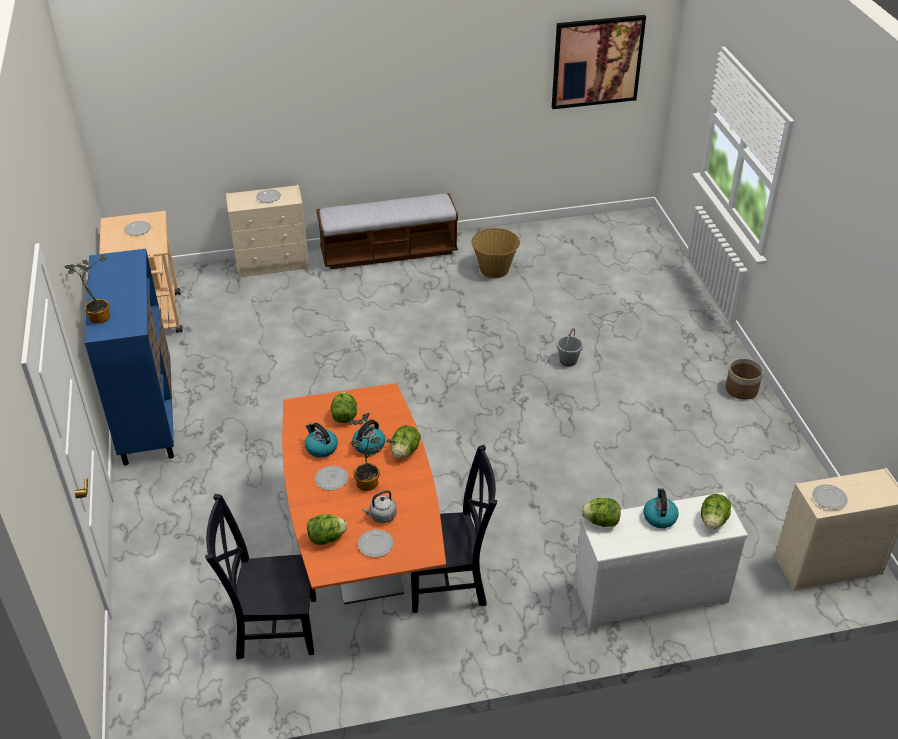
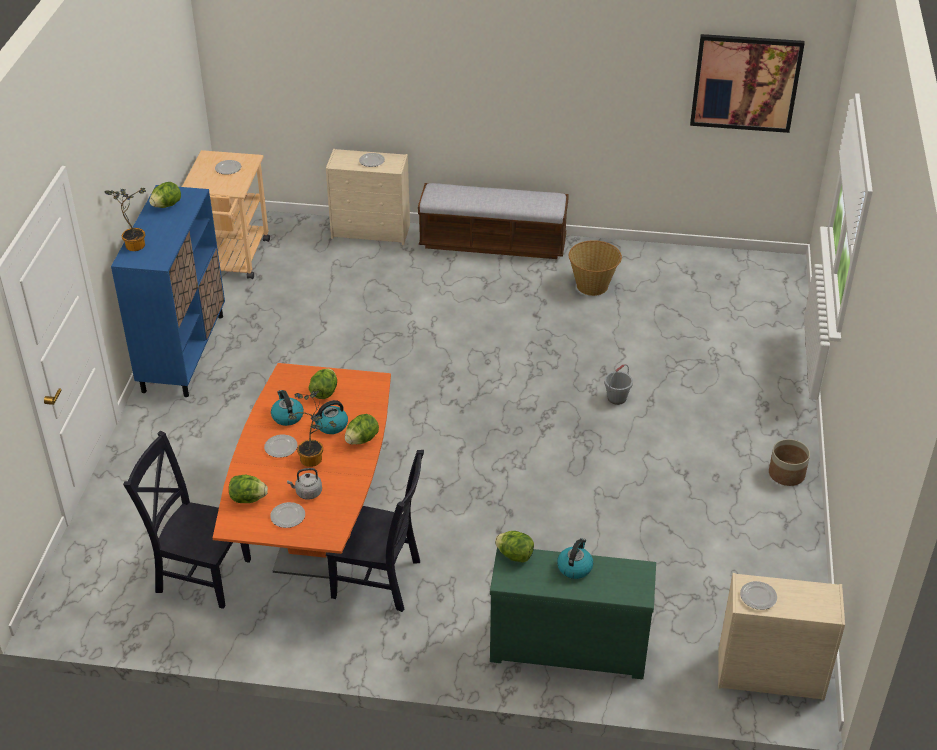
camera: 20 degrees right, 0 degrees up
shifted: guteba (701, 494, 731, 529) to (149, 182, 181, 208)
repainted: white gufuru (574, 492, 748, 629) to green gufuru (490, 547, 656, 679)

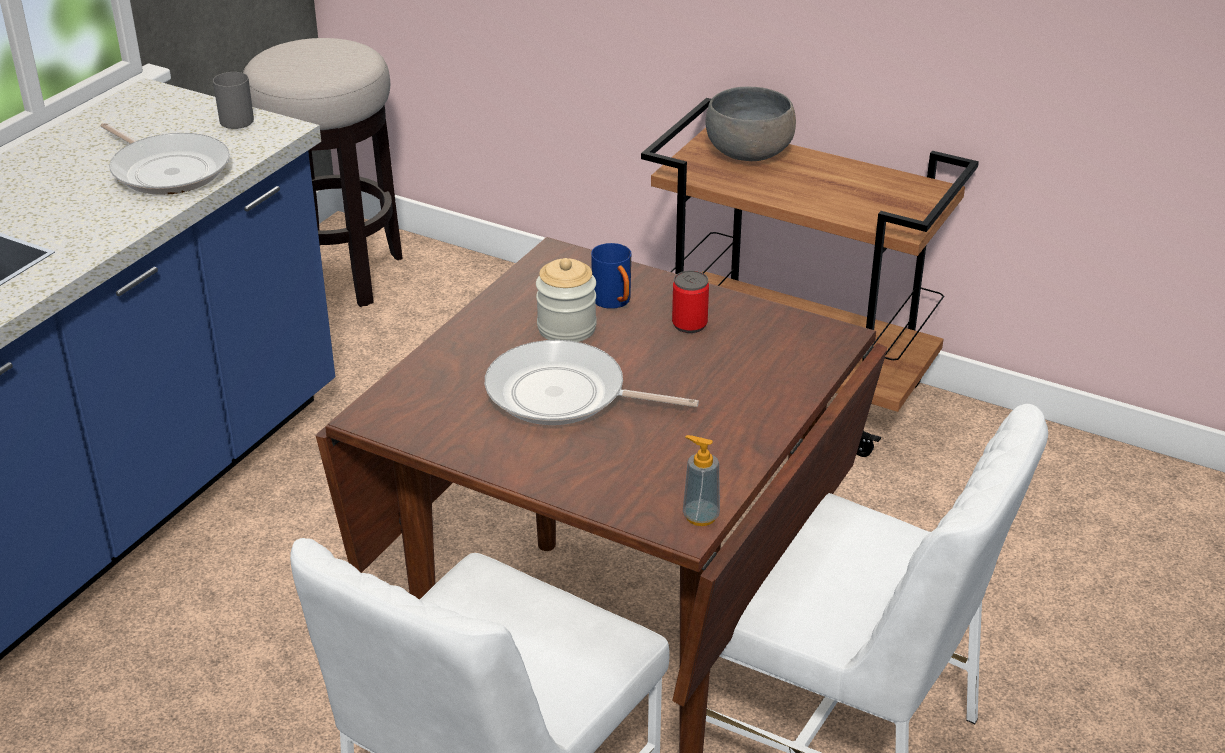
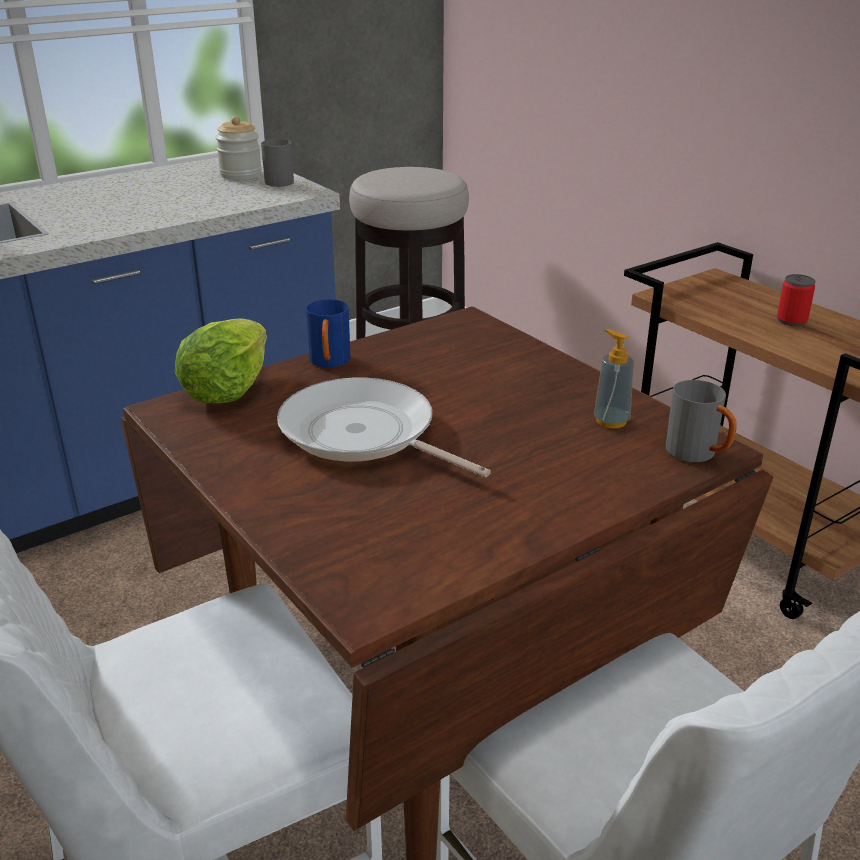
camera: 25 degrees right, 5 degrees down
gone: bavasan (100, 123, 230, 195); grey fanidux (705, 87, 796, 161)
new: guteba (175, 318, 267, 403); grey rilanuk (666, 380, 737, 462)
shifted: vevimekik (536, 258, 597, 342) to (215, 116, 262, 180); blue rilanuk (591, 243, 631, 309) to (306, 299, 350, 368); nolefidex (683, 435, 720, 526) to (594, 329, 634, 429); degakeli (672, 270, 709, 333) to (777, 274, 815, 326)

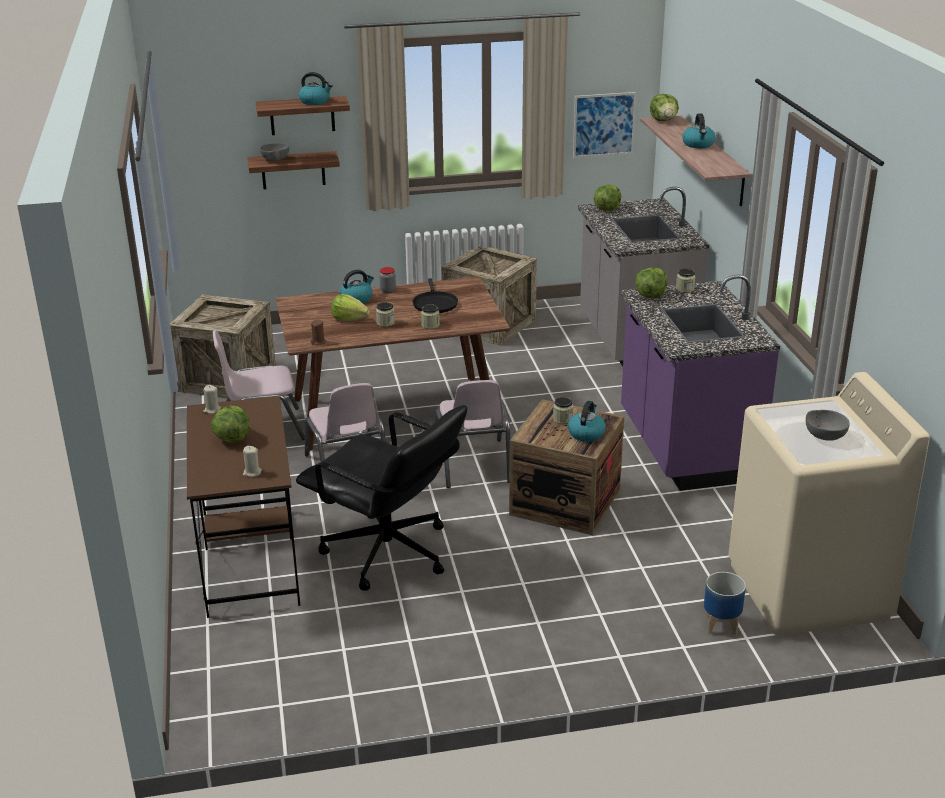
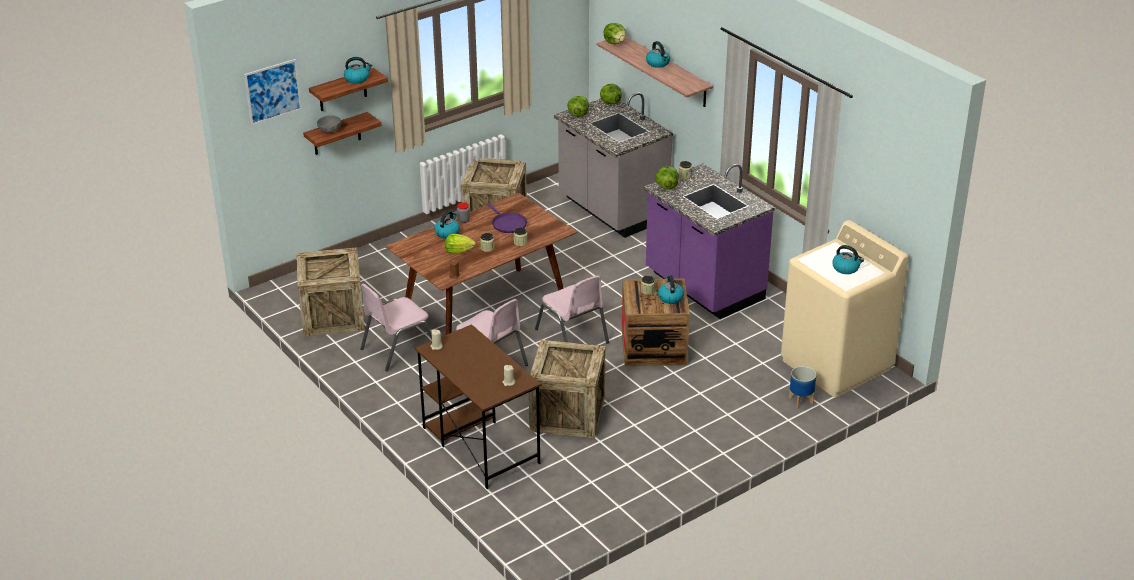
camera: 25 degrees left, 5 degrees up
shifted: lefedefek (573, 92, 637, 158) to (244, 59, 302, 125); guteba (211, 406, 249, 443) to (600, 84, 622, 104)
swapped: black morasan (296, 405, 467, 591) to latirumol (529, 340, 605, 439); grey fanidux (806, 410, 850, 441) to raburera (832, 245, 864, 274)
repainted: black bavasan (413, 278, 458, 313) to purple bavasan (487, 203, 527, 233)

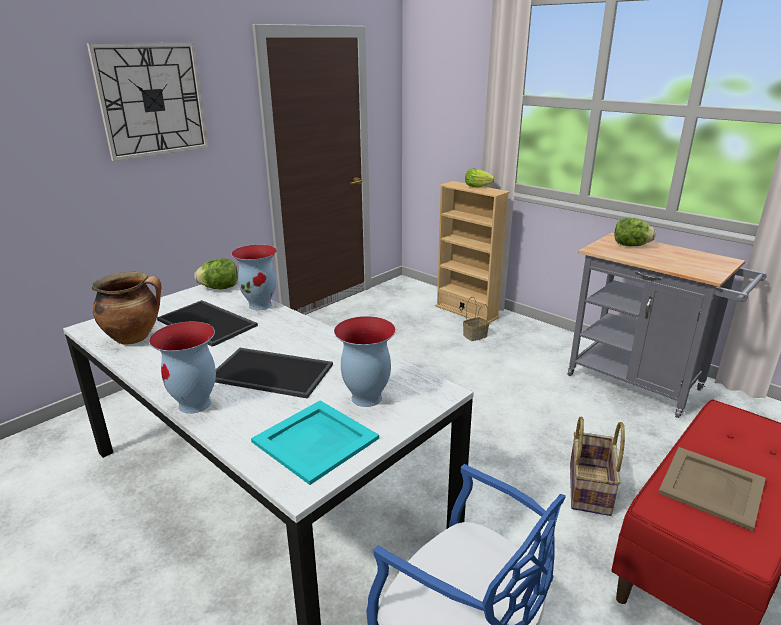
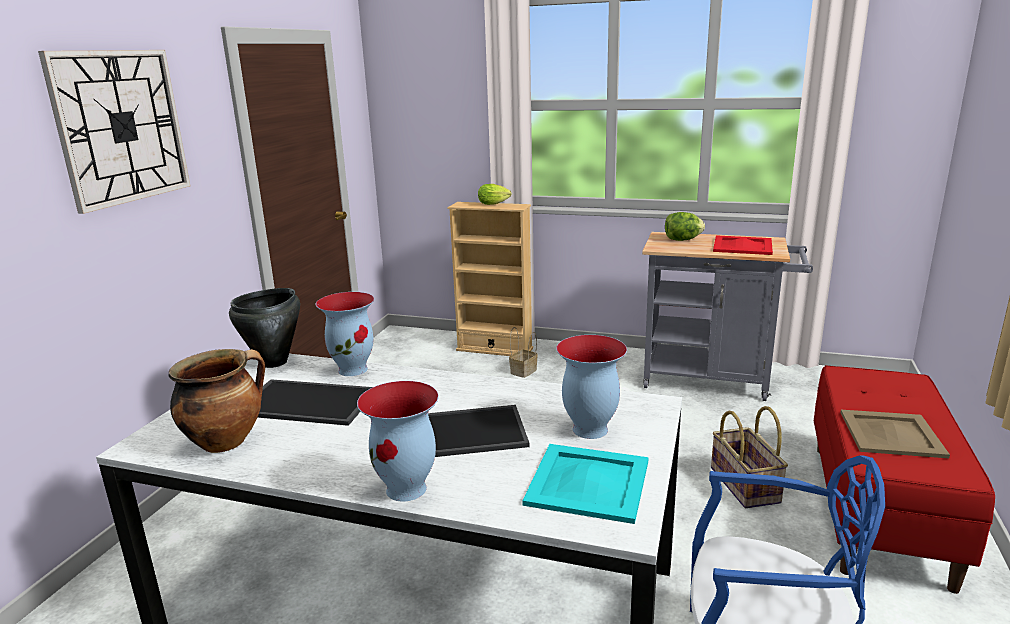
camera: 25 degrees left, 5 degrees down
new: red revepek (713, 235, 773, 255)
swapped: guteba (194, 258, 238, 289) to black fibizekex (229, 288, 300, 368)

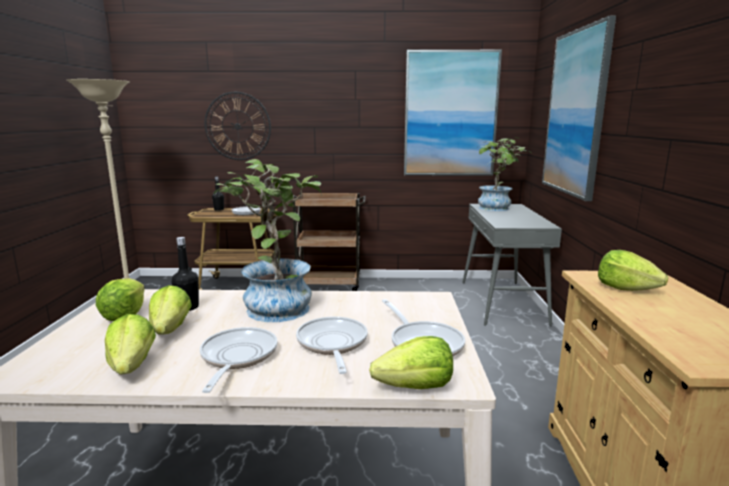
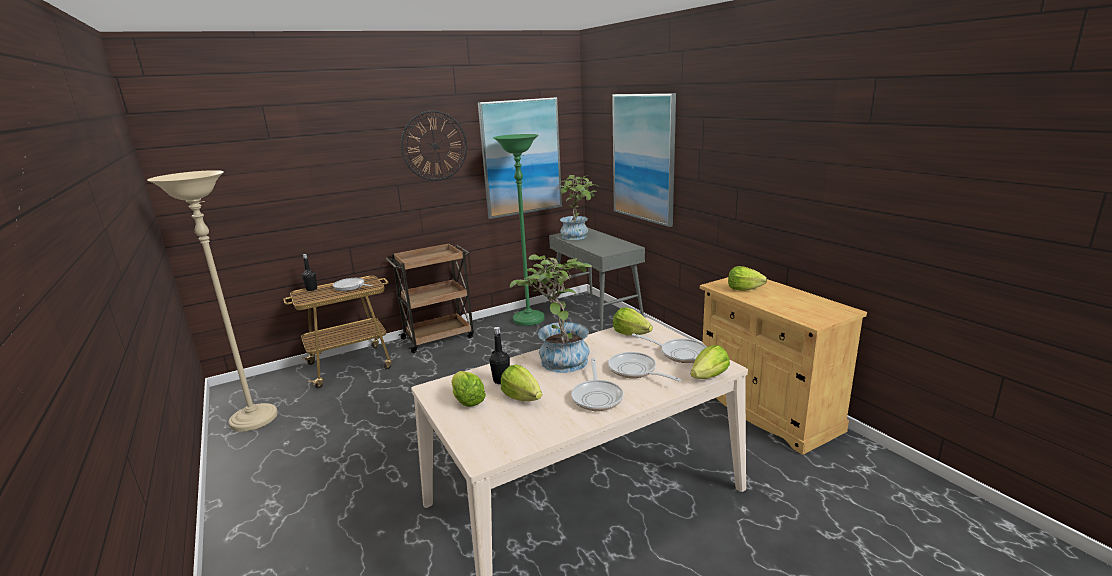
camera: 30 degrees left, 5 degrees up
new: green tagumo (493, 134, 545, 326)
shifted: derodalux (204, 92, 271, 160) to (401, 111, 467, 181); guteba (105, 314, 156, 374) to (613, 307, 653, 336)
rotated: bavasan (200, 327, 278, 393) = (571, 358, 623, 411) 150 degrees counterclockwise

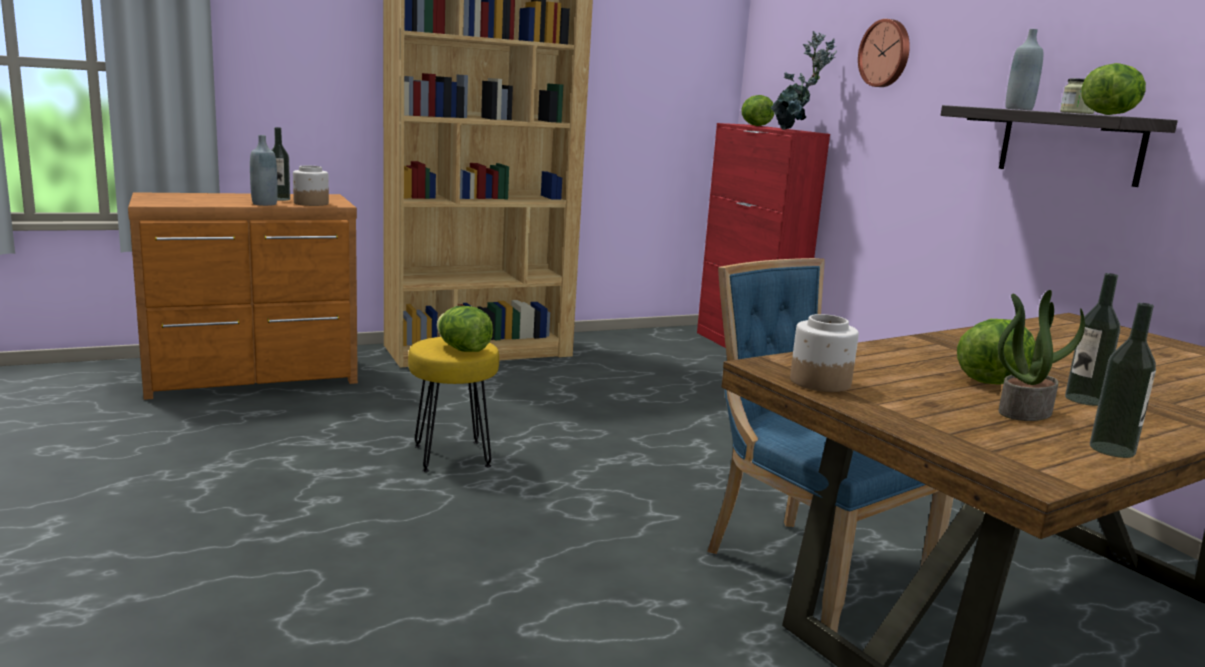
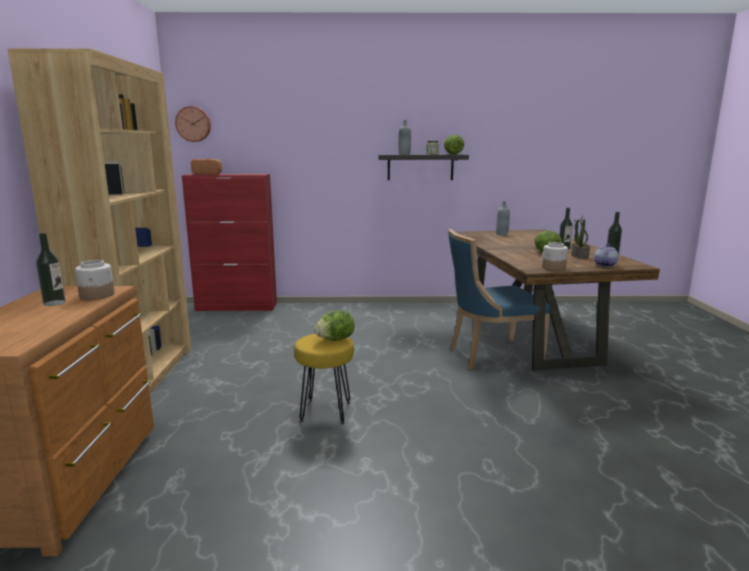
camera: 65 degrees left, 0 degrees up
gone: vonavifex (770, 31, 837, 130)
new: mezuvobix (594, 244, 619, 267)
shifted: derodalux (858, 19, 910, 87) to (175, 106, 211, 142); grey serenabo (250, 135, 278, 206) to (496, 201, 510, 235)
swapped: guteba (741, 95, 775, 126) to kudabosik (191, 159, 222, 175)

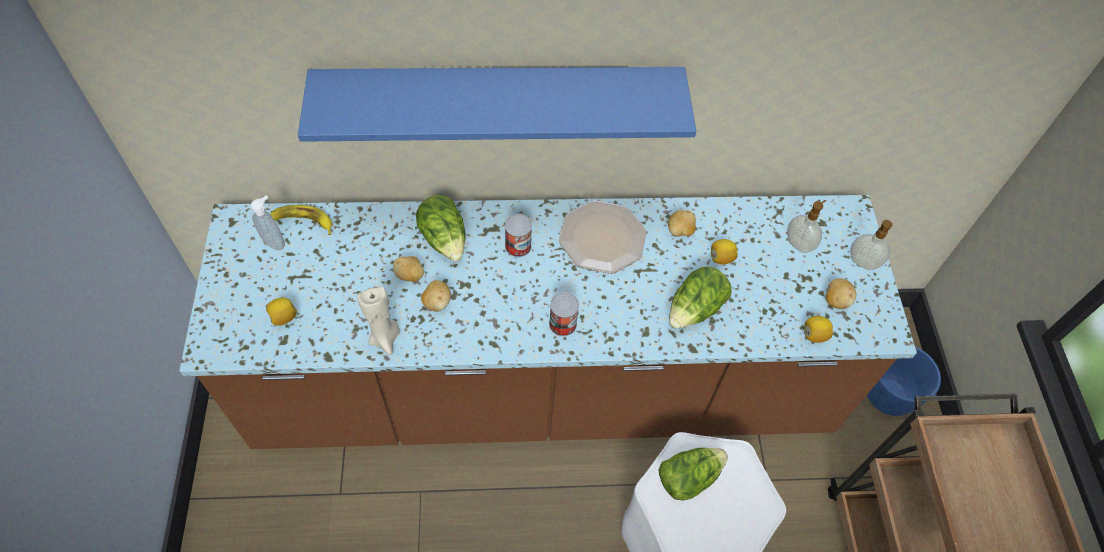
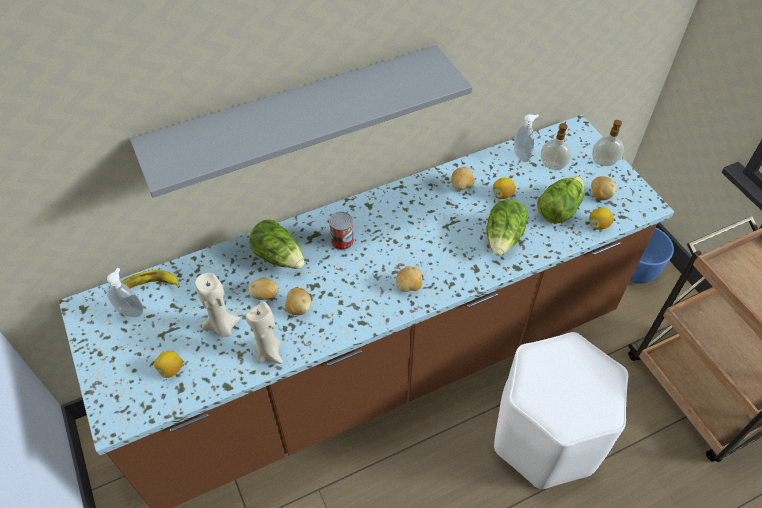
camera: 20 degrees left, 5 degrees down
gone: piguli (559, 201, 647, 274)
new: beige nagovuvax (195, 273, 240, 337); nolefidex (514, 114, 539, 162)
shifted: guteba (659, 448, 728, 500) to (537, 176, 584, 223)
swapped: degakeli (549, 292, 579, 336) to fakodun (396, 267, 422, 292)
repainted: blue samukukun (298, 67, 696, 142) to grey samukukun (130, 45, 473, 198)

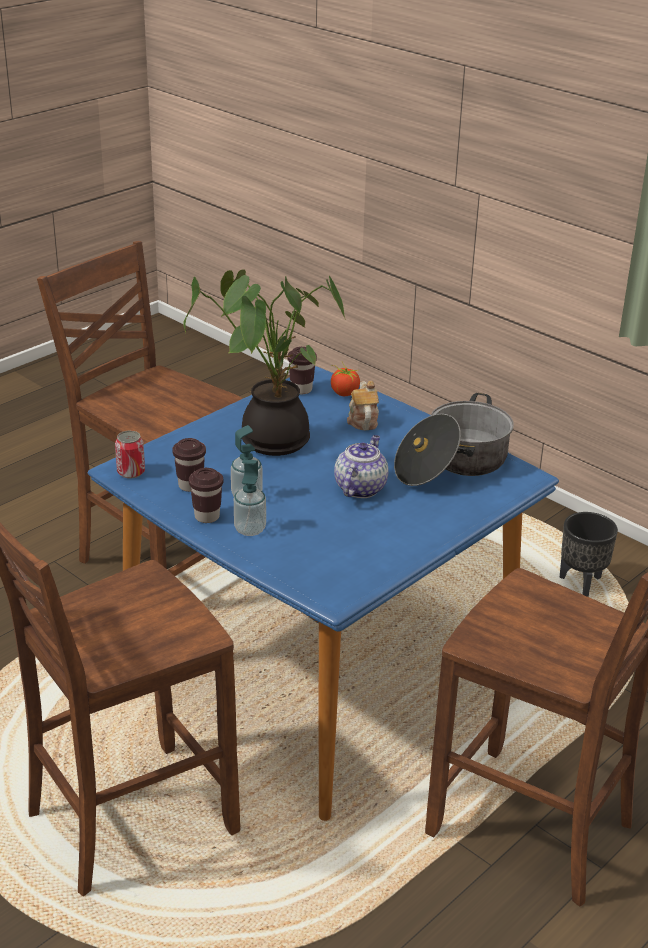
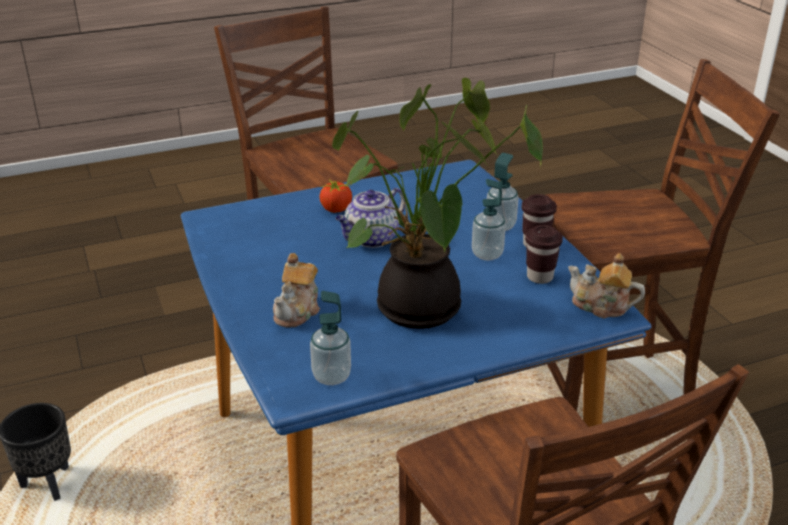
camera: 155 degrees left, 0 degrees up
gone: fibizekex (394, 393, 514, 486)
shifted: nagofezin (331, 362, 360, 396) to (320, 179, 352, 213)
swapped: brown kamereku (287, 347, 317, 394) to nolefidex (310, 291, 351, 385); degakeli (115, 431, 145, 479) to mezuvobix (568, 253, 645, 318)

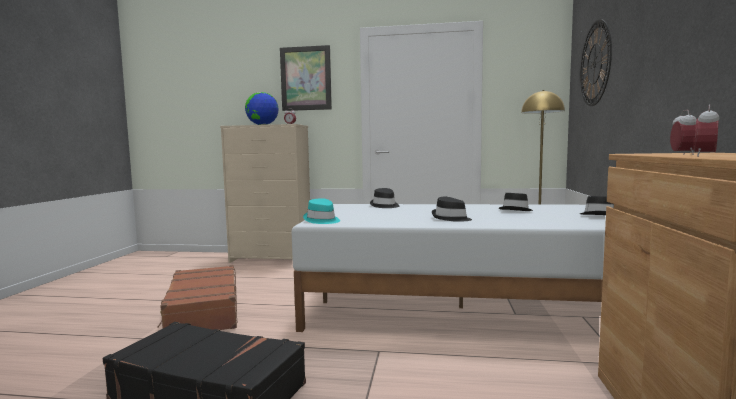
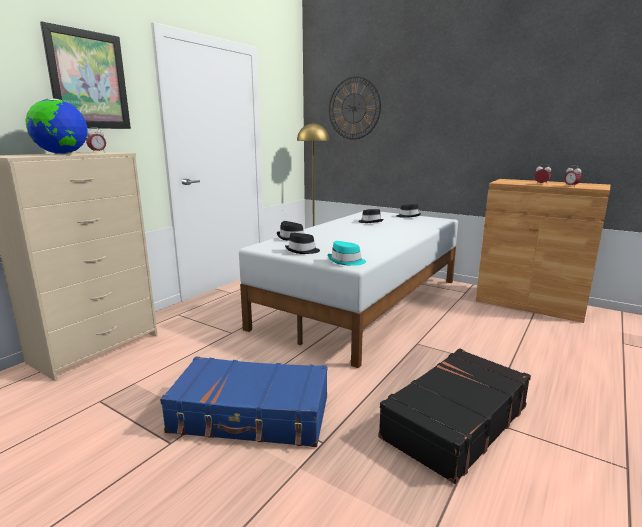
camera: 65 degrees left, 10 degrees up
shifted: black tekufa (432, 197, 472, 222) to (285, 233, 320, 254)
repainted: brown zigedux (157, 265, 237, 330) to blue zigedux (160, 357, 327, 447)

